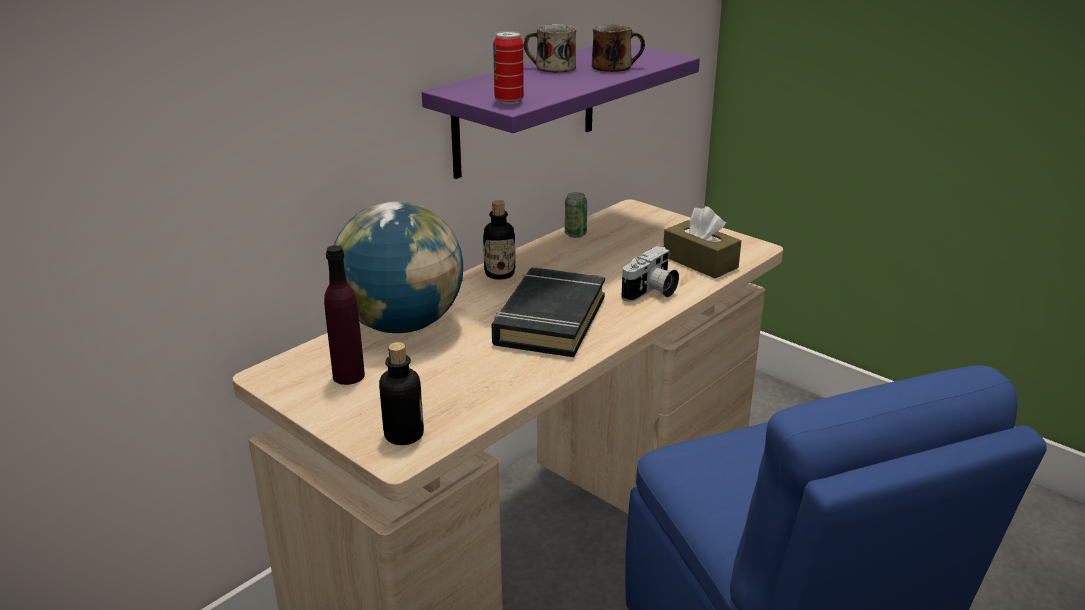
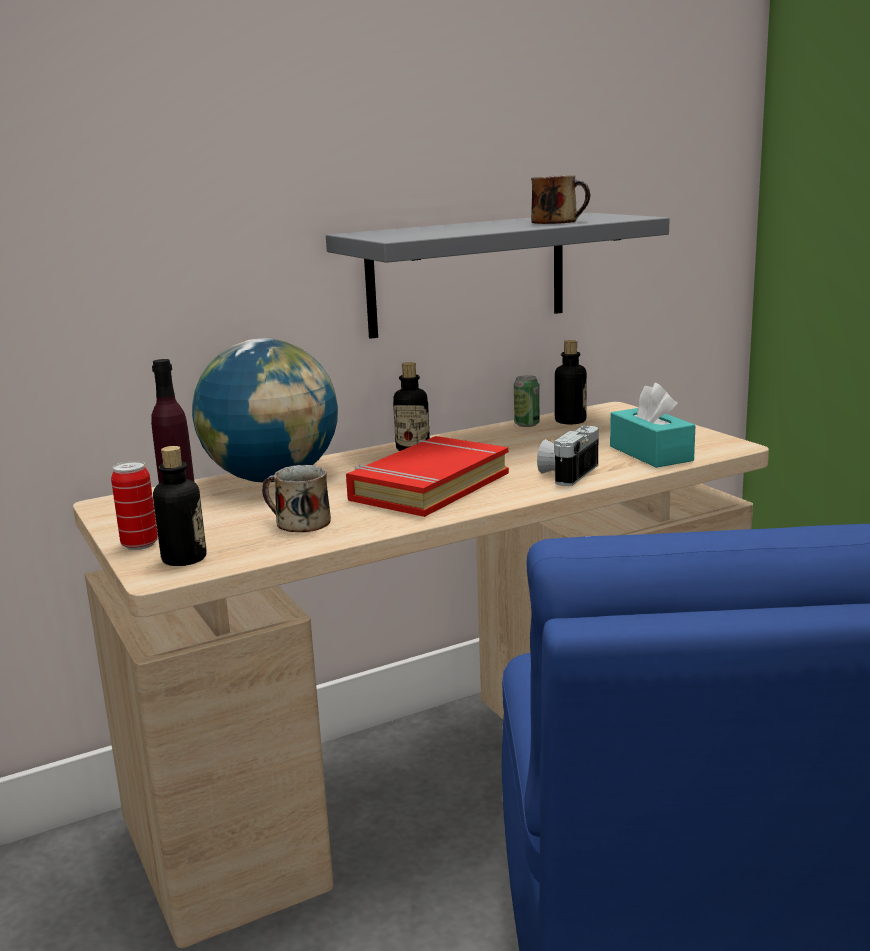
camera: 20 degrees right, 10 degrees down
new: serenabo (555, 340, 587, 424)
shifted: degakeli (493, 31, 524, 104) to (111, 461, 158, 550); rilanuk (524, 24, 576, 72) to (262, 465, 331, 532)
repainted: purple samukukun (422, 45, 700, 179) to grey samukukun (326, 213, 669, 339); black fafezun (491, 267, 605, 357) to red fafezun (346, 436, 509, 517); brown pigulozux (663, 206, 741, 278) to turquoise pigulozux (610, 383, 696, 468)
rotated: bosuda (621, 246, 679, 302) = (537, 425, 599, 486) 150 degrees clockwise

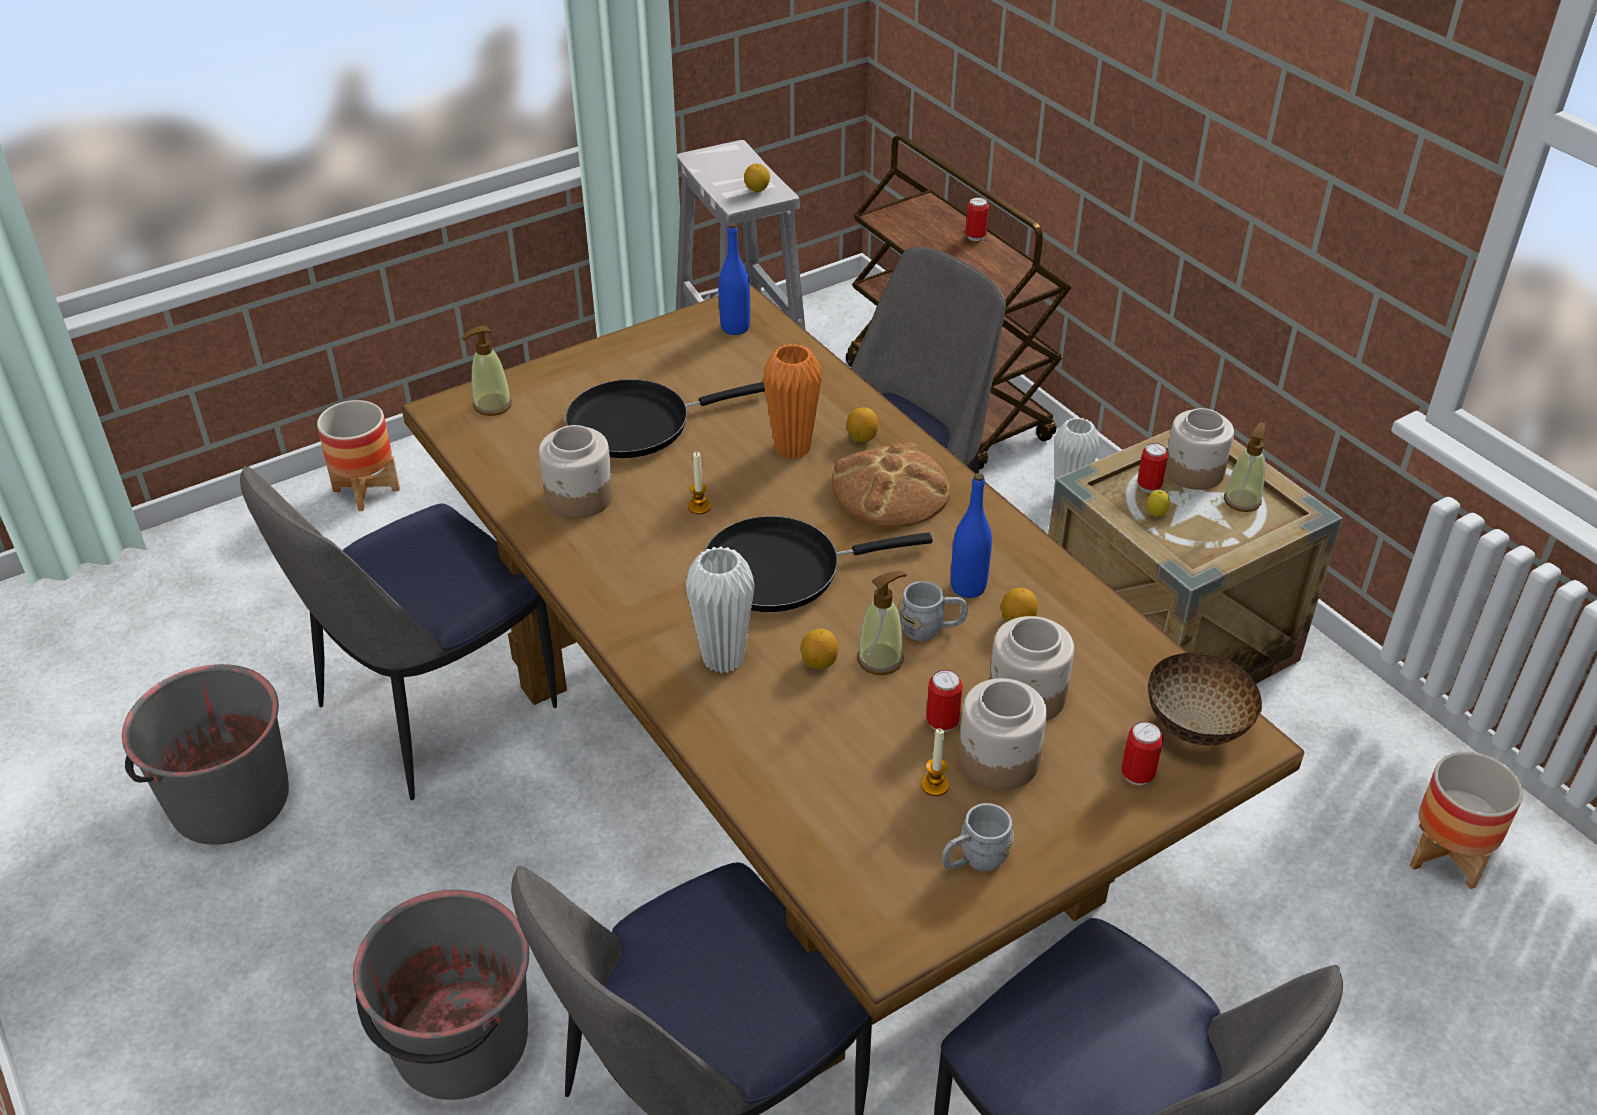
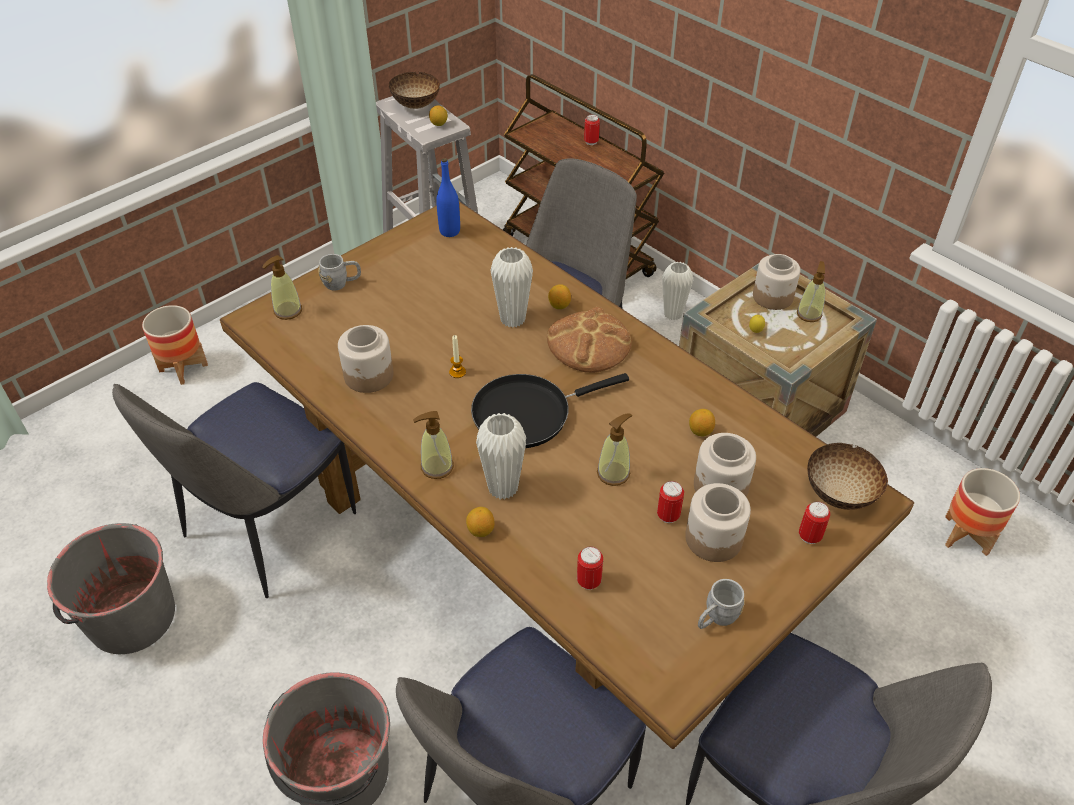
camera: 10 degrees left, 5 degrees up
gone: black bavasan (565, 379, 765, 458); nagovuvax (921, 729, 949, 796); blue serenabo (951, 473, 992, 598)
new: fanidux (389, 72, 440, 109); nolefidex (413, 411, 454, 479)
shifted: grey rilanuk (898, 581, 968, 641) to (318, 254, 361, 291); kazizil (801, 628, 838, 669) to (466, 507, 495, 537); degakeli (1137, 443, 1168, 493) to (577, 546, 603, 590)
repainted: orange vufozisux (763, 344, 822, 459) to white vufozisux (490, 247, 533, 328)

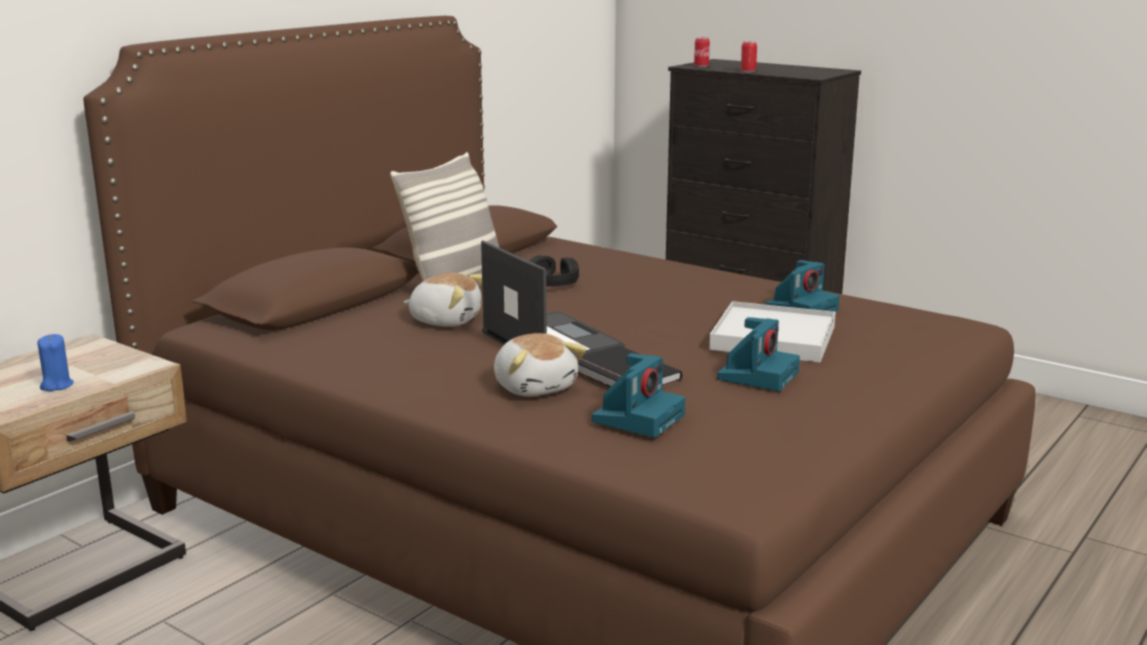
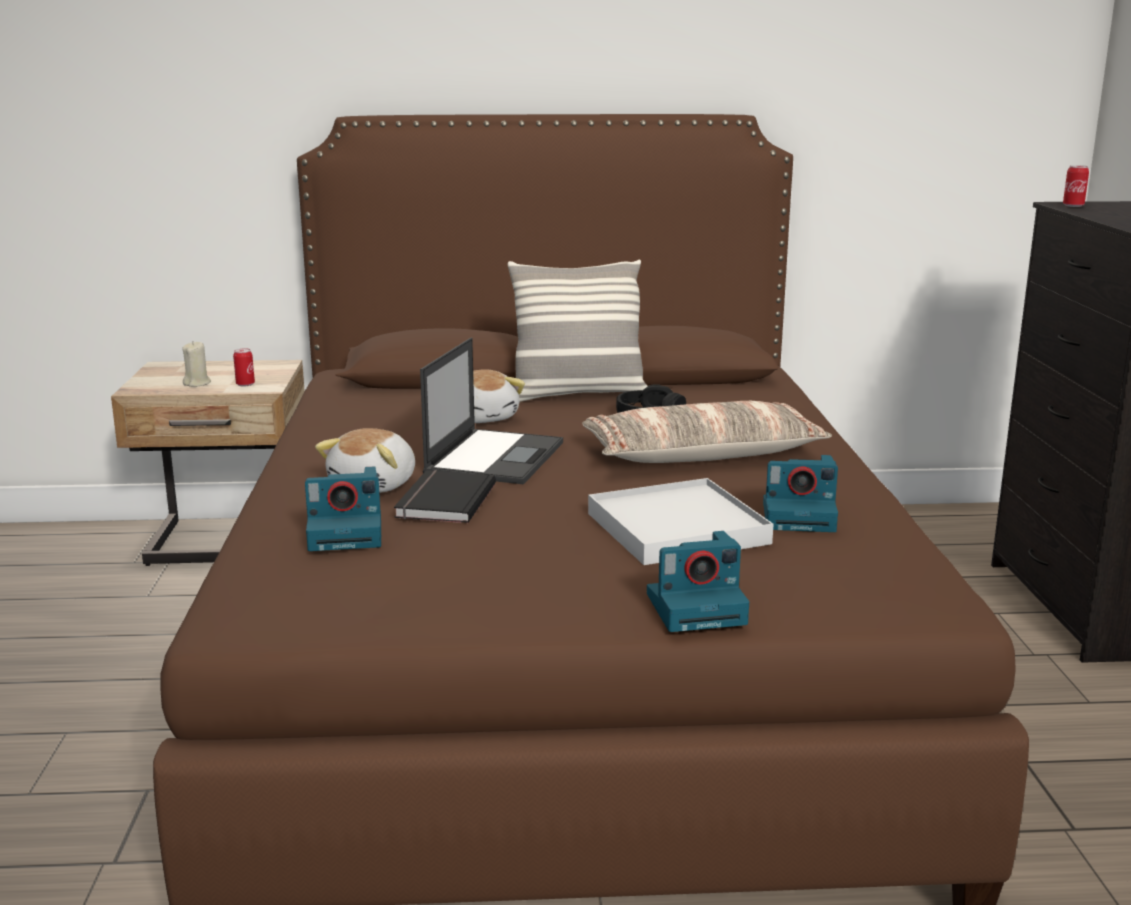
camera: 50 degrees right, 0 degrees up
new: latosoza (582, 401, 832, 463)
shifted: degakeli (741, 41, 757, 72) to (233, 348, 255, 387); bosuda (717, 317, 800, 391) to (647, 531, 749, 632)
repainted: blue nagovuvax (37, 334, 74, 391) to beige nagovuvax (182, 342, 211, 387)

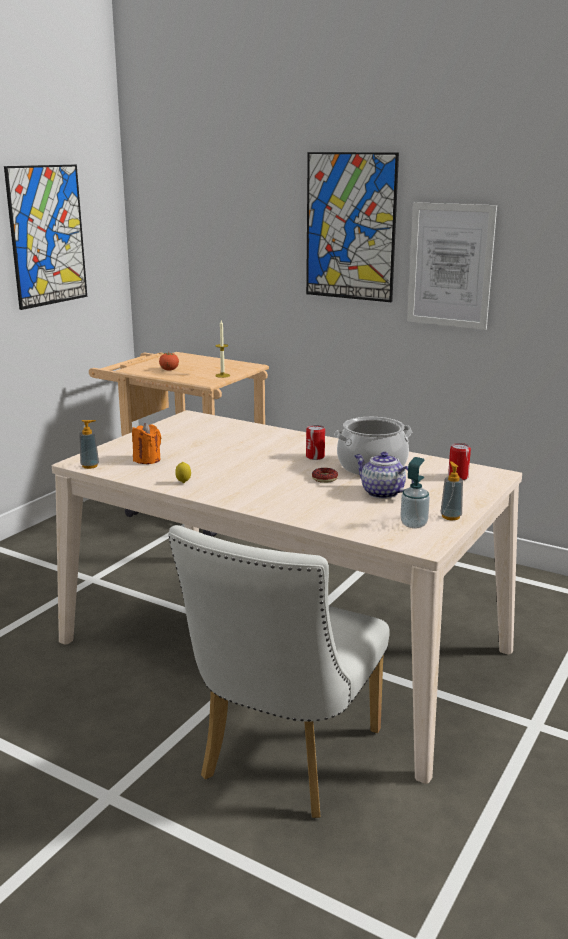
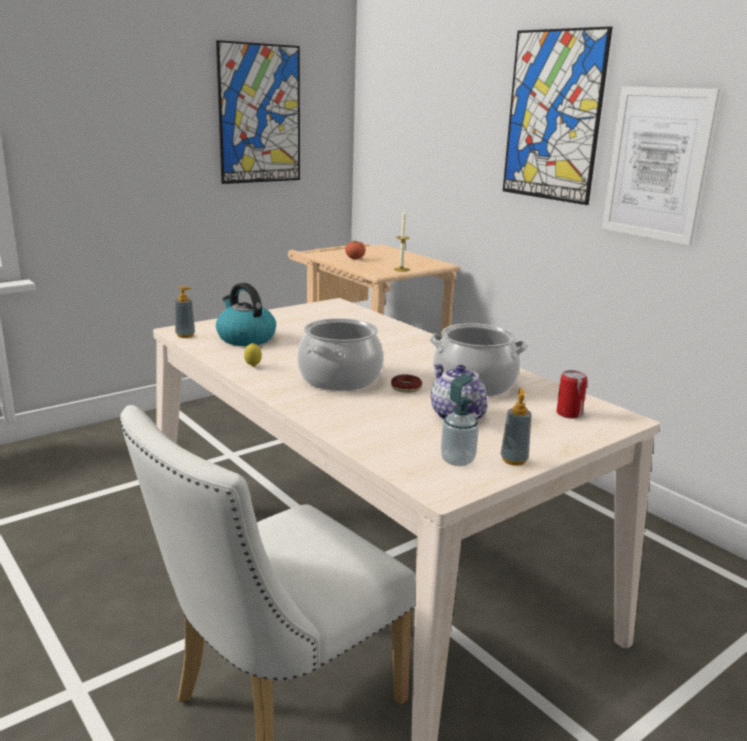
camera: 20 degrees right, 0 degrees up
gone: degakeli (306, 425, 325, 460)
new: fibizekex (297, 318, 384, 391)
swapped: orange nagovuvax (132, 423, 161, 464) to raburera (216, 283, 276, 346)

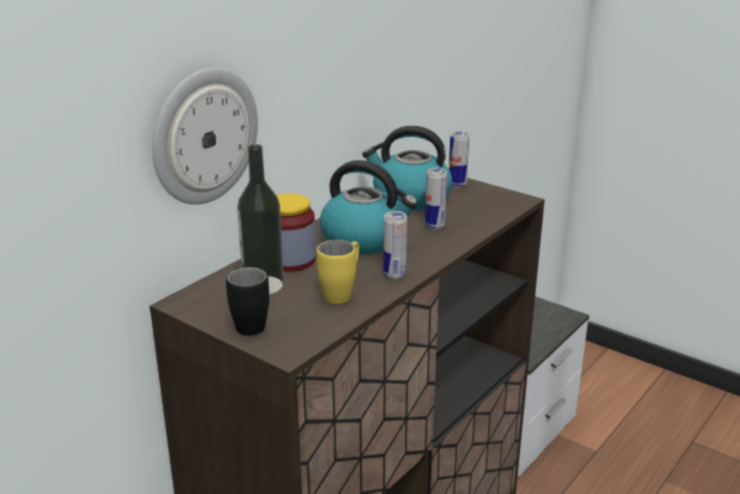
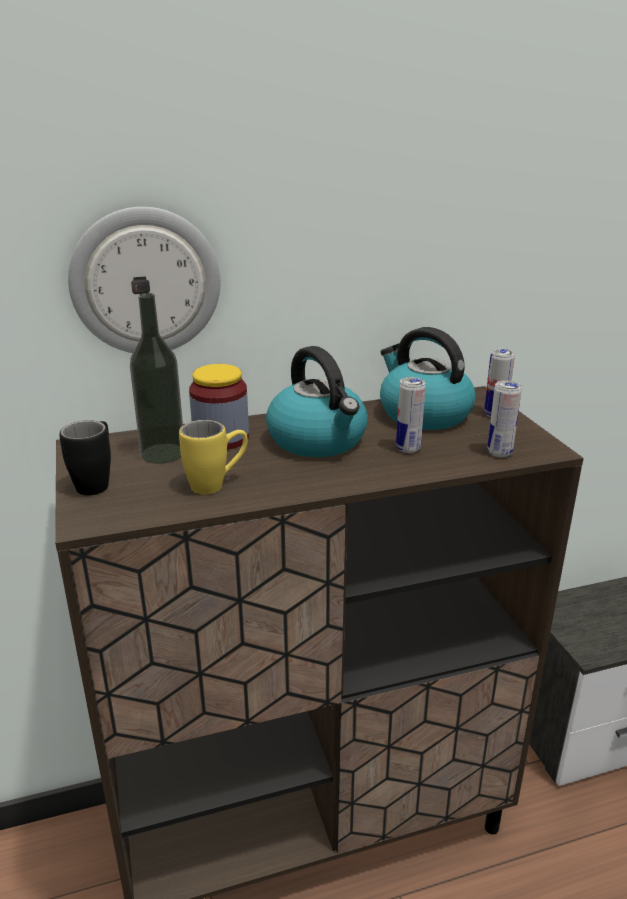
camera: 35 degrees right, 0 degrees up
shifted: degakeli (383, 211, 407, 279) to (487, 381, 522, 458)

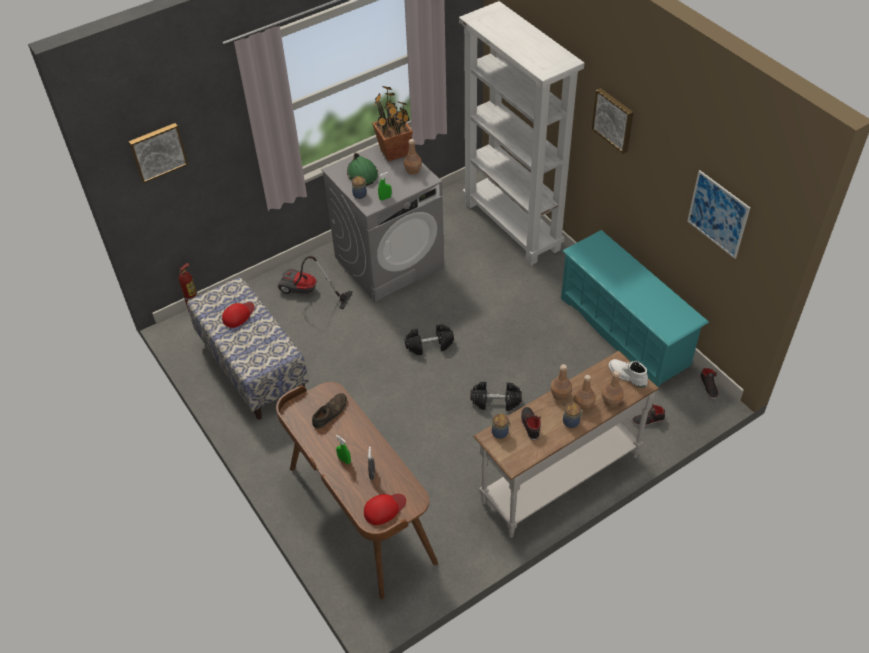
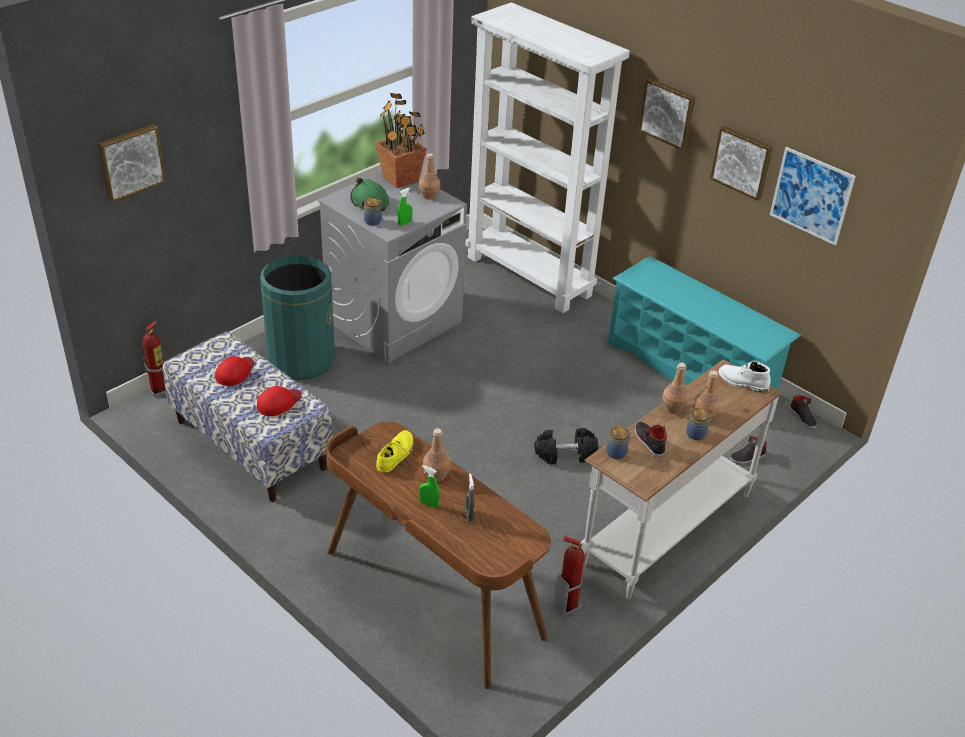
camera: 15 degrees left, 10 degrees down
gone: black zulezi (405, 324, 454, 355)
new: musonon (554, 536, 585, 616); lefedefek (710, 126, 773, 201)
shifted: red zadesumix (364, 494, 406, 525) to (257, 386, 302, 416); brown serenabo (602, 371, 624, 407) to (423, 428, 451, 482)
swapped: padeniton (278, 256, 353, 310) to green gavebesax (260, 255, 335, 380)
repainted: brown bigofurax (312, 393, 347, 429) to yellow bigofurax (376, 430, 414, 472)

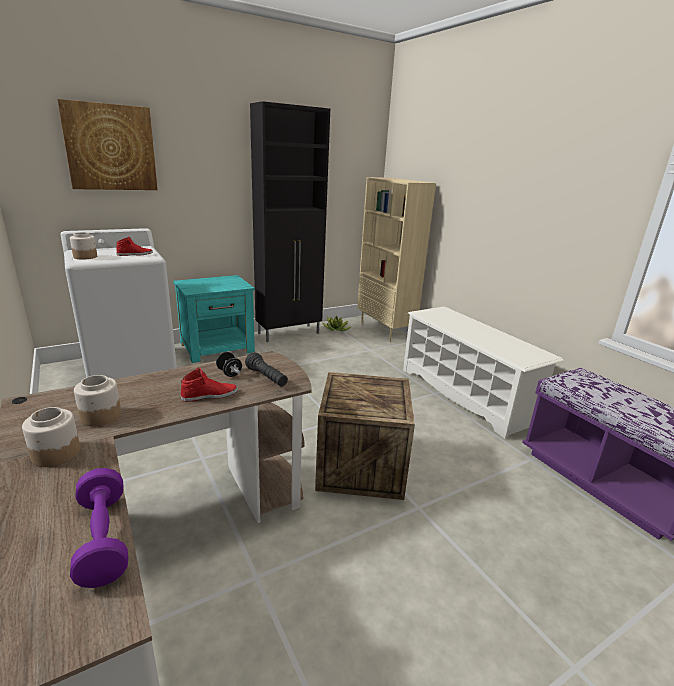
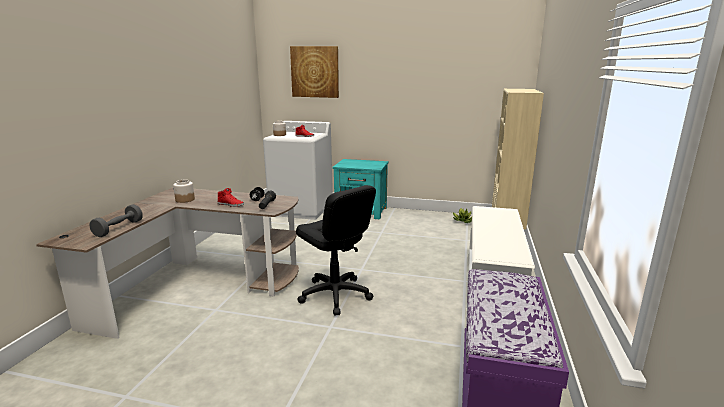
camera: 45 degrees right, 5 degrees down
gone: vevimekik (22, 407, 80, 467); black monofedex (250, 101, 330, 342)
swapped: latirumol (315, 372, 415, 500) to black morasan (296, 185, 376, 315)
repainted: purple zulezi (70, 468, 128, 588) to grey zulezi (90, 204, 143, 237)

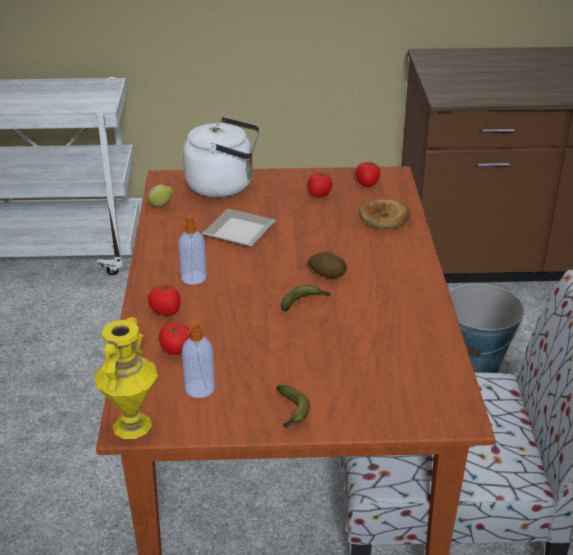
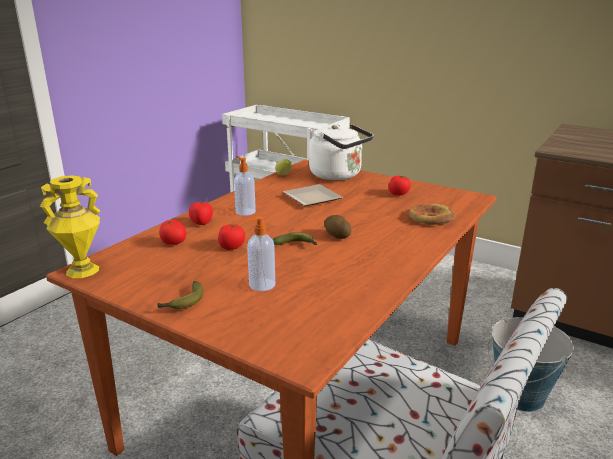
camera: 35 degrees right, 10 degrees down
shifted: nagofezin (356, 161, 380, 187) to (218, 224, 245, 250); nolefidex (182, 320, 215, 398) to (245, 216, 275, 291)

